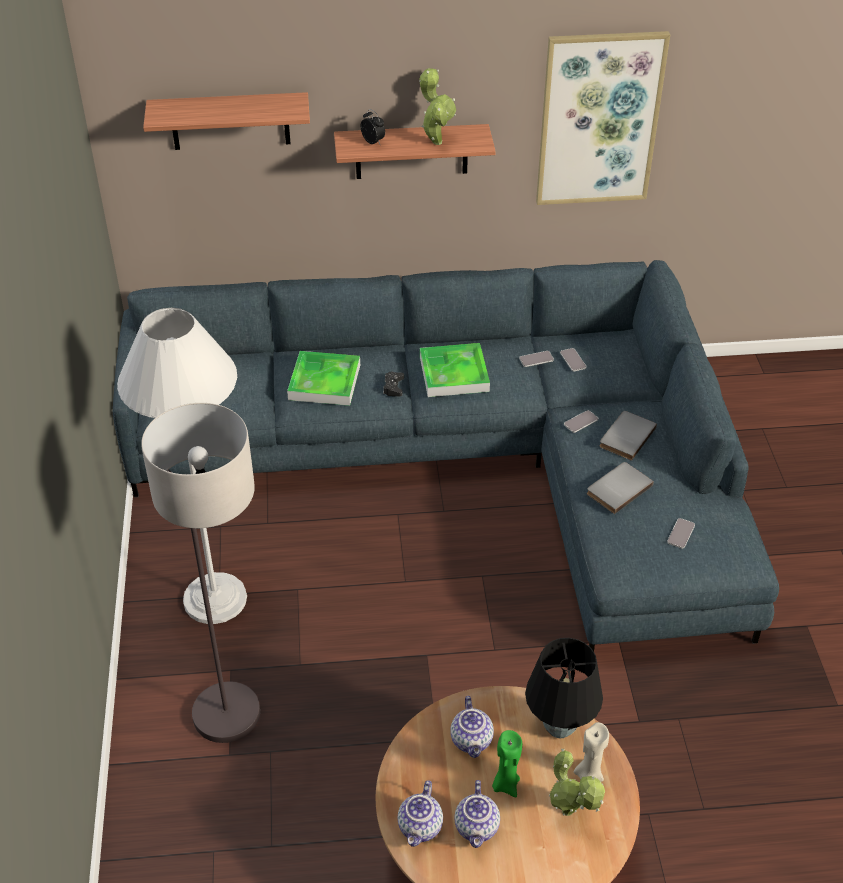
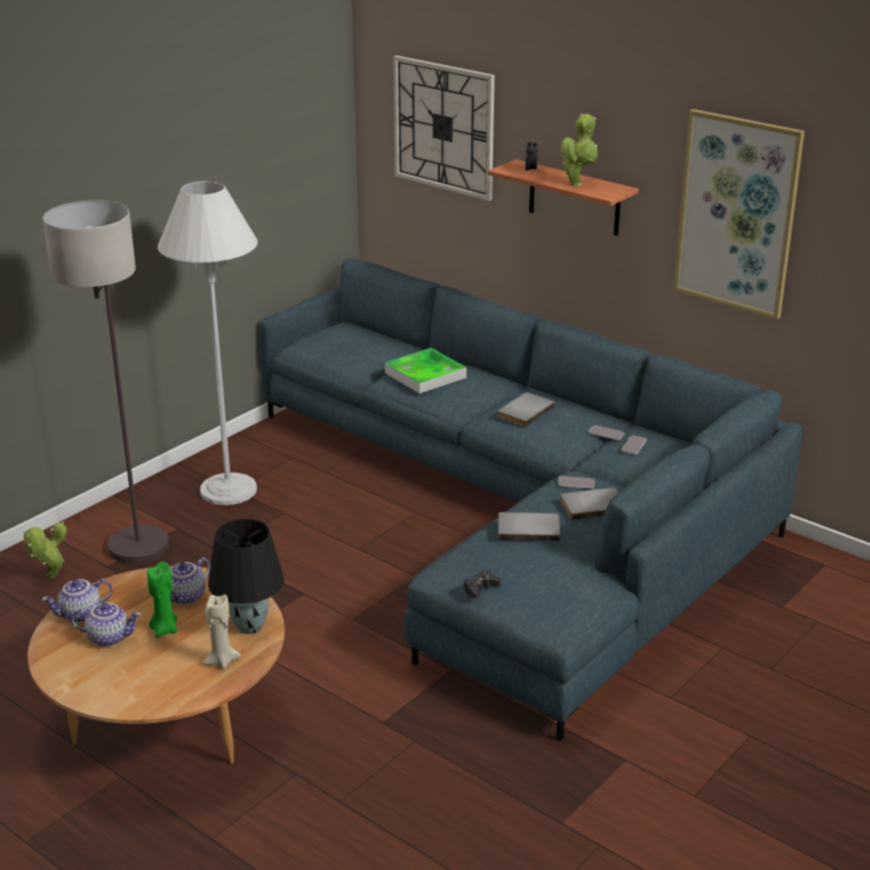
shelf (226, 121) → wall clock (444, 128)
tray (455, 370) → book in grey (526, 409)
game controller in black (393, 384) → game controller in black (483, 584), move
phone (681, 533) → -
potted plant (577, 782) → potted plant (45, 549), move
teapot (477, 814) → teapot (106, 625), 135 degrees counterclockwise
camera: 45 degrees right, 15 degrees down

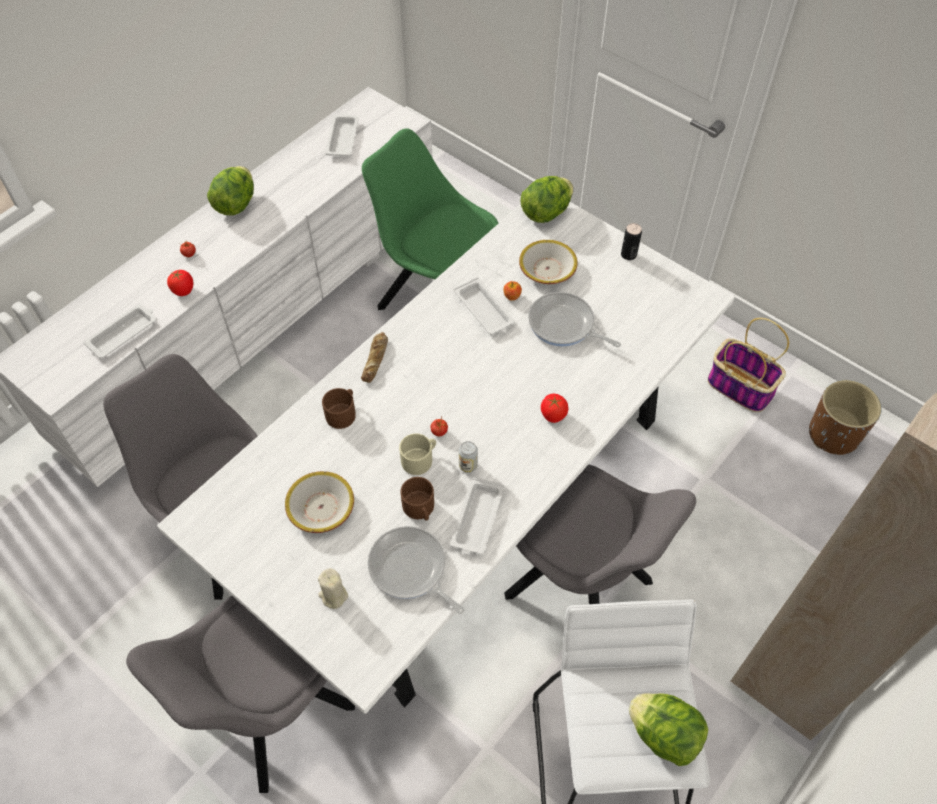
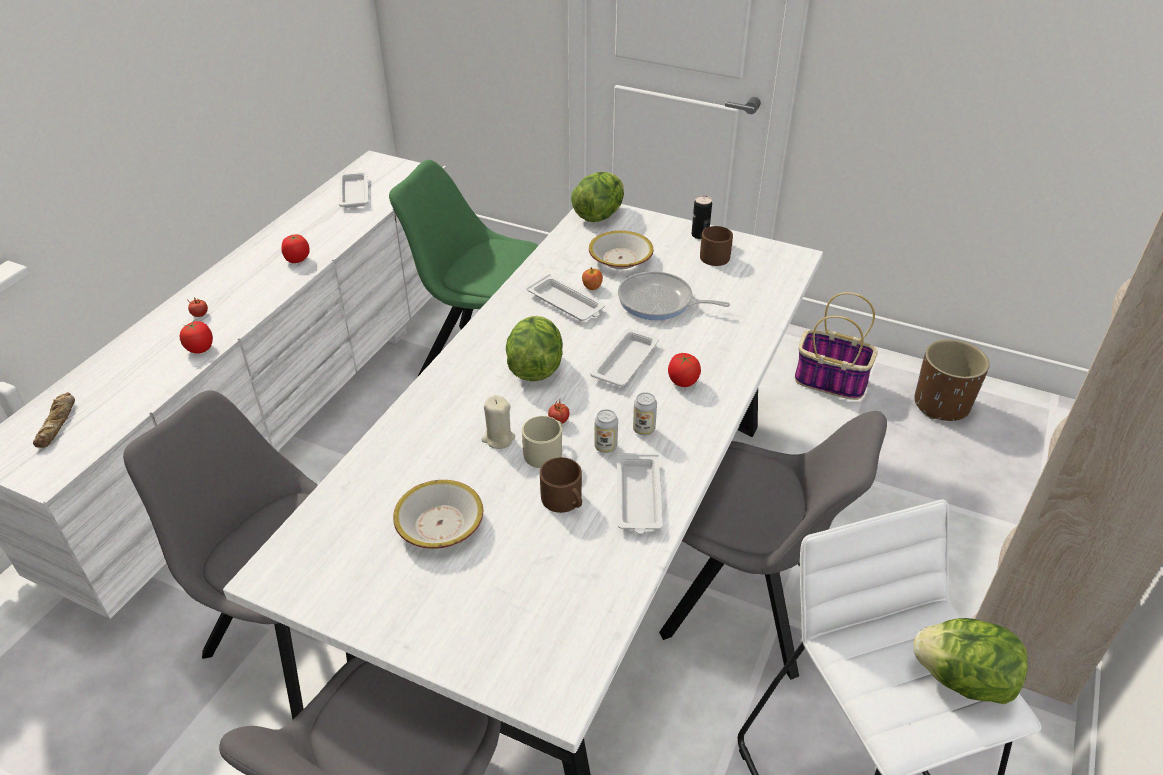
lettuce (230, 190) → lettuce (534, 348), move
tray in white (120, 331) → tray in white (624, 357), move
bread (374, 357) → bread (54, 420), move
mug in brown (339, 408) → mug in brown (716, 246), move
frying pan (416, 570) → -
candle in beige (333, 588) → candle in beige (498, 422), move
- → tomato (295, 248)
- → can (645, 413)
camera: 15 degrees left, 15 degrees down

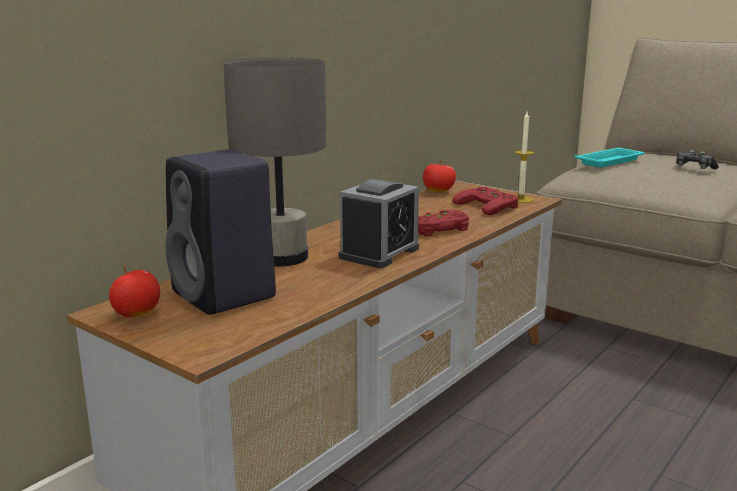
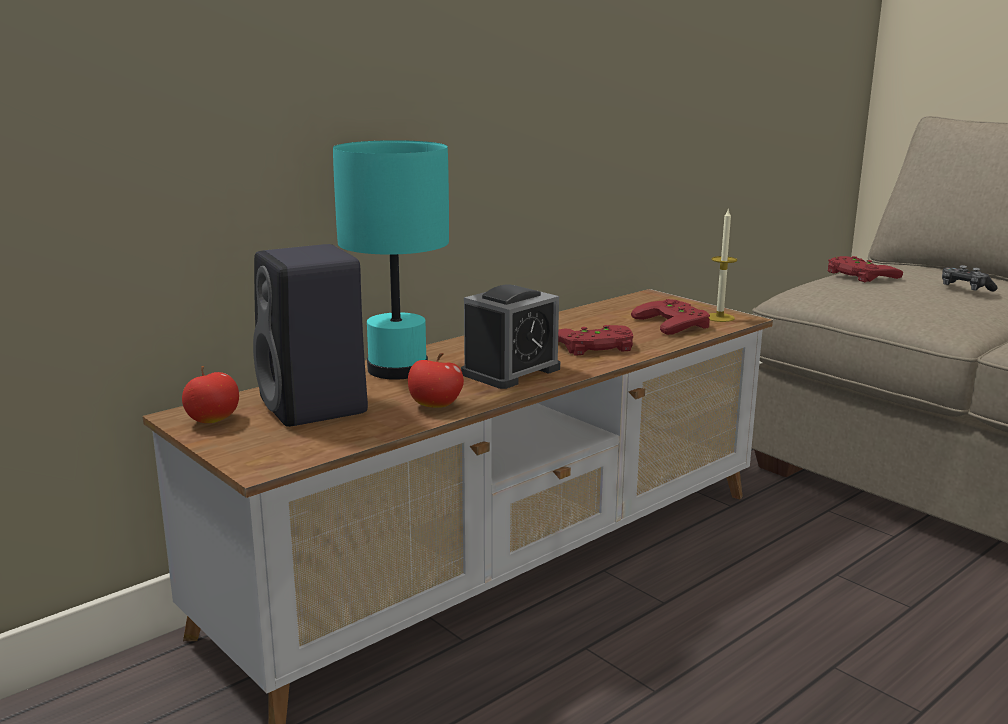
table lamp in grey (275, 162) → table lamp in turquoise (391, 260)
tray in turquoise (610, 158) → game controller in red (865, 269)
apple (439, 176) → apple (436, 380), move
camera: 10 degrees right, 0 degrees up

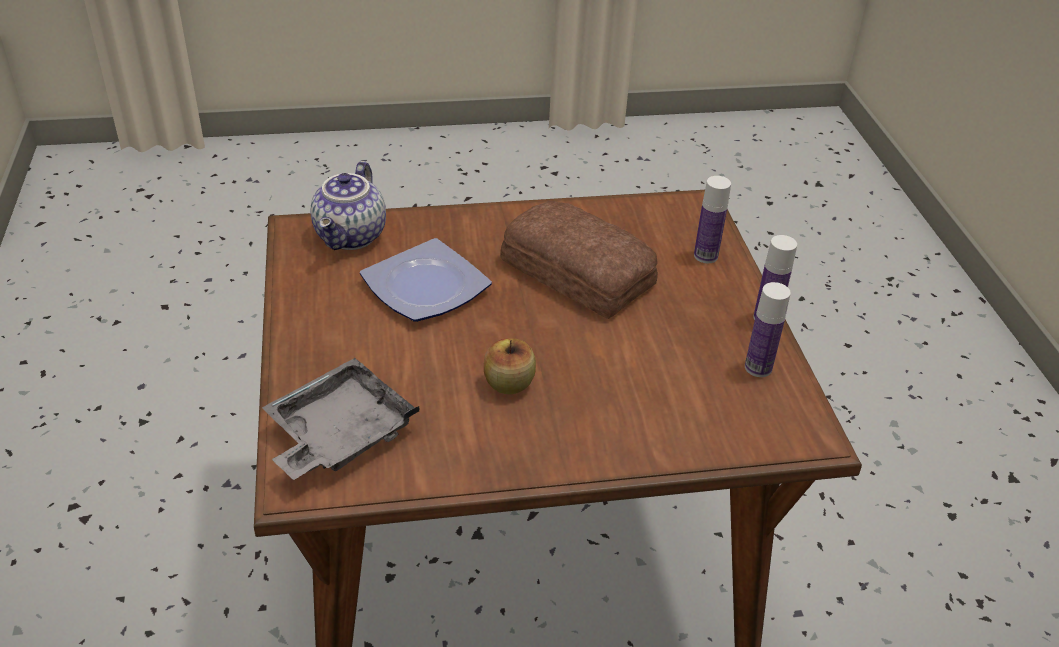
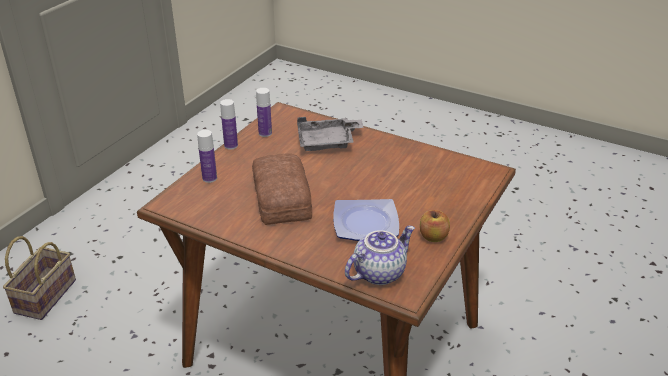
apple (510, 366) → apple (435, 226), move
tray in grey (340, 419) → tray in grey (330, 134), move
- → basket (39, 278)
camera: 140 degrees left, 5 degrees down

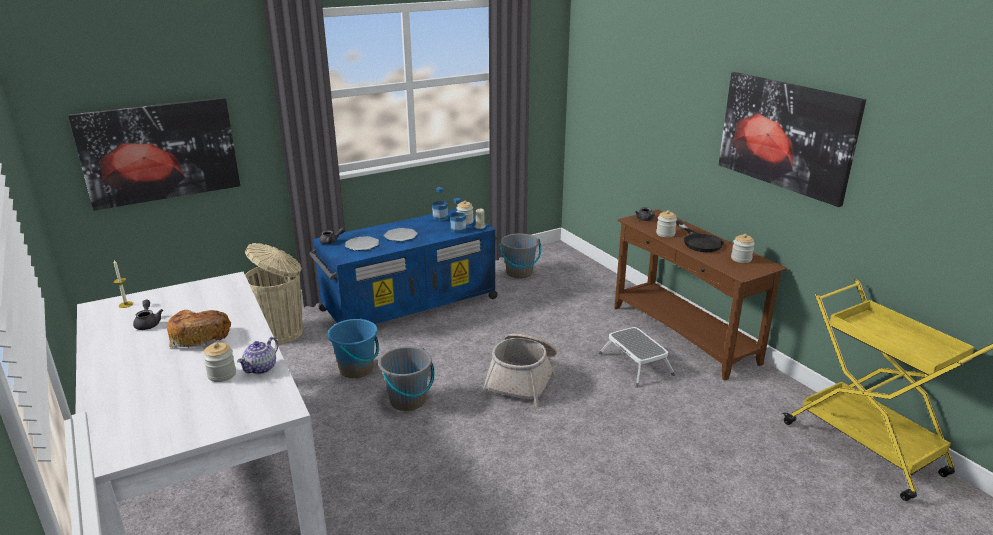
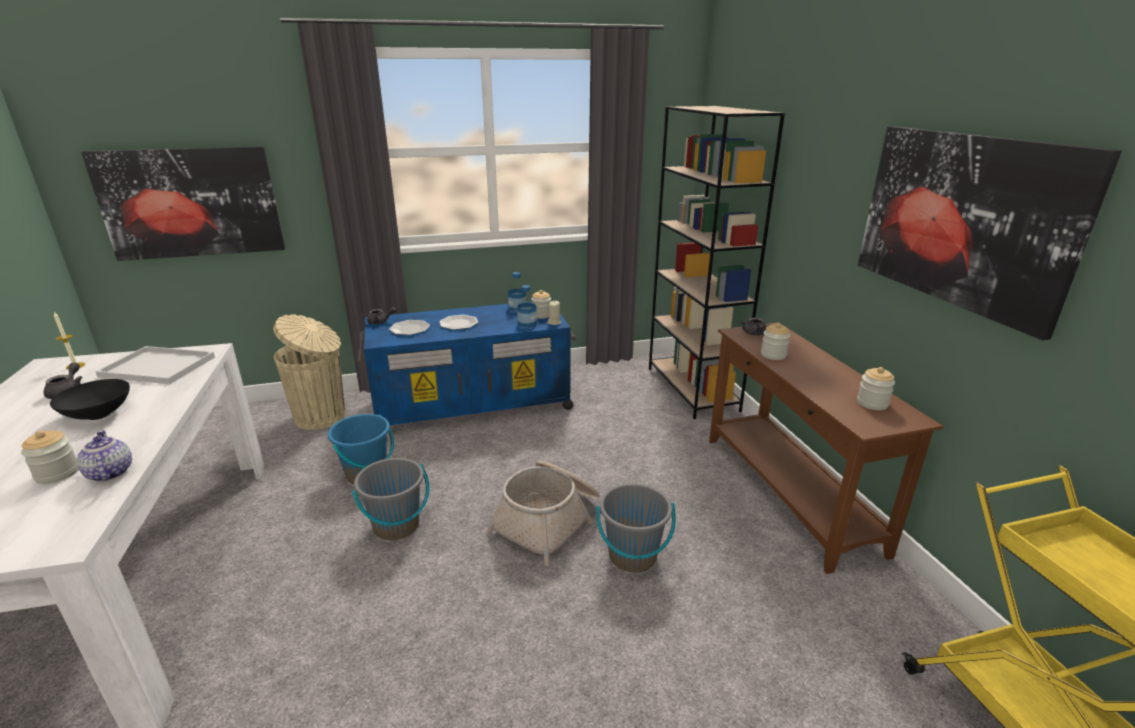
frying pan in black (700, 236) → -
bucket in grey (520, 255) → bucket in grey (636, 528), move
bread (199, 329) → bowl in black (90, 399)
step ladder in grey (636, 357) → -
teapot (257, 355) → teapot (104, 456), 105 degrees clockwise
- → bookcase in beige (717, 262)
- → tray in white (155, 365)
camera: 15 degrees right, 0 degrees up

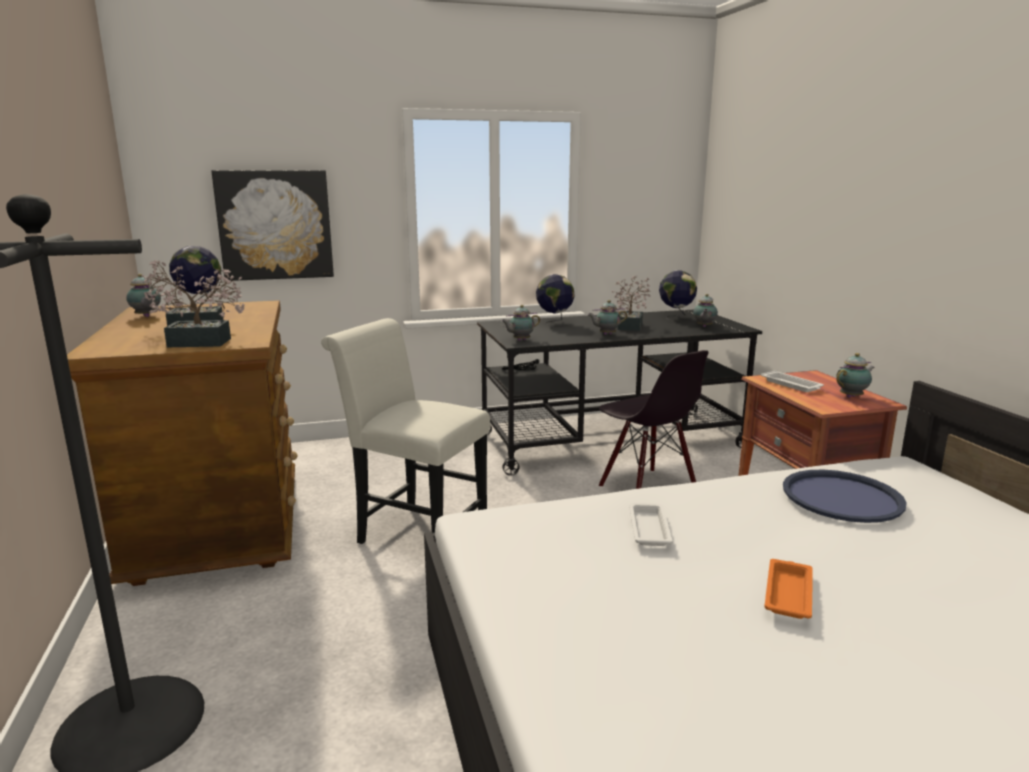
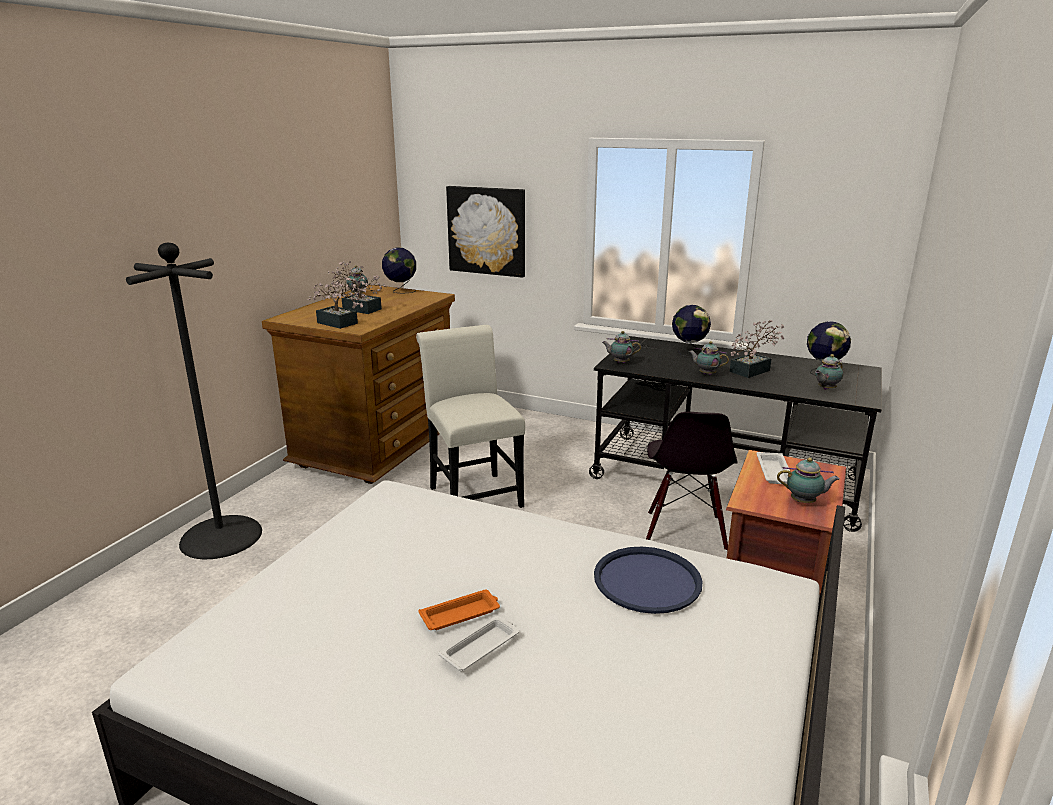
tray in white (651, 524) → tray in white (479, 643), move
camera: 40 degrees right, 5 degrees up

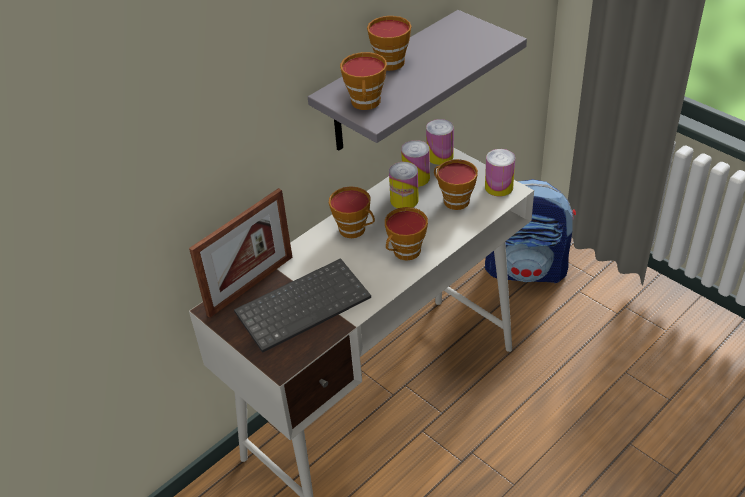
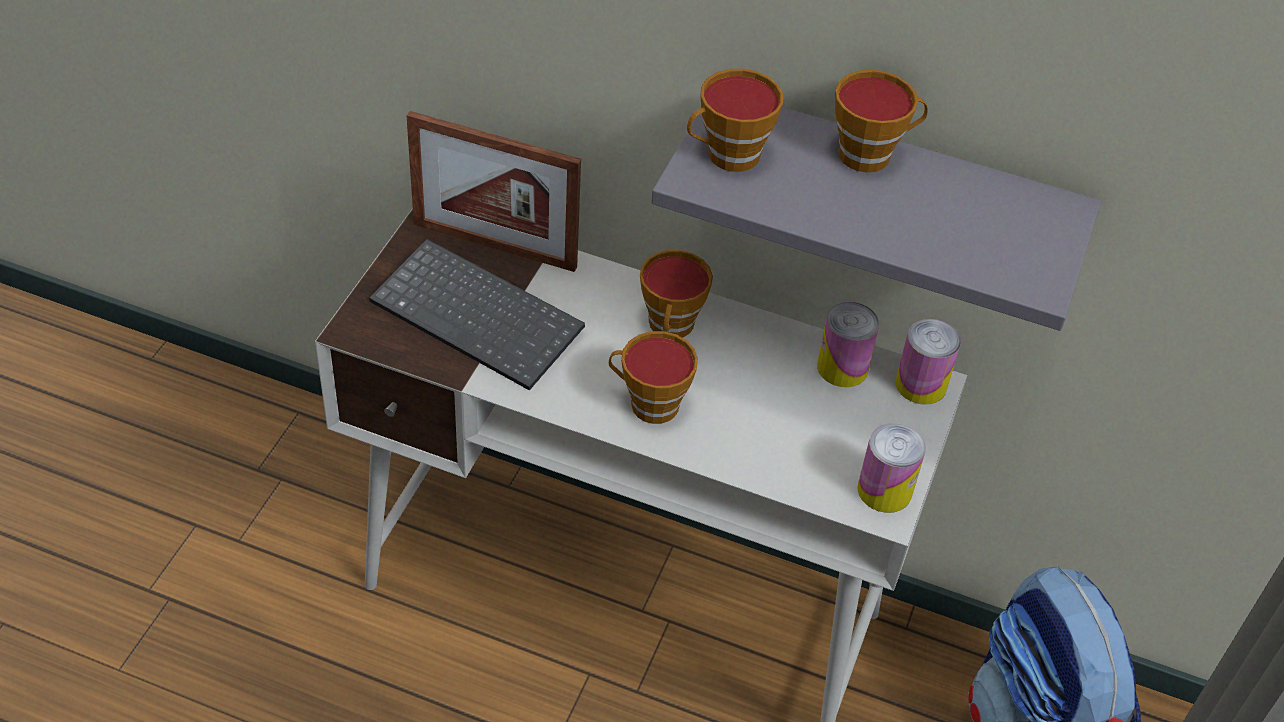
cup (456, 184) → -
can (404, 185) → -
camera: 60 degrees right, 5 degrees up

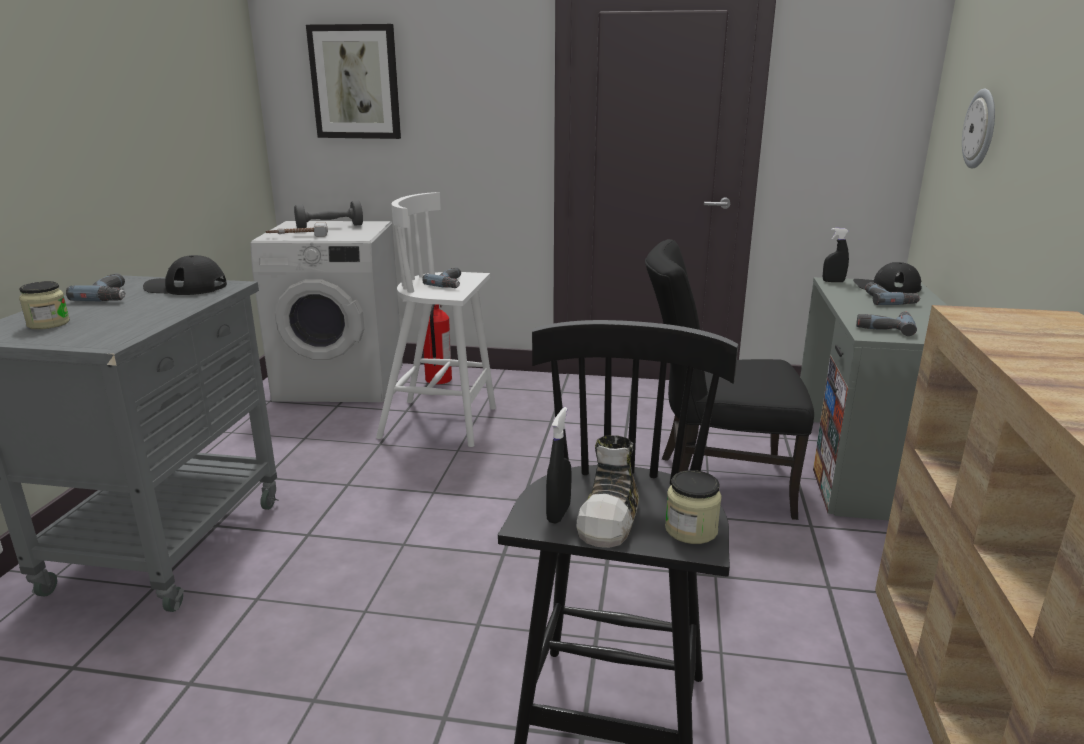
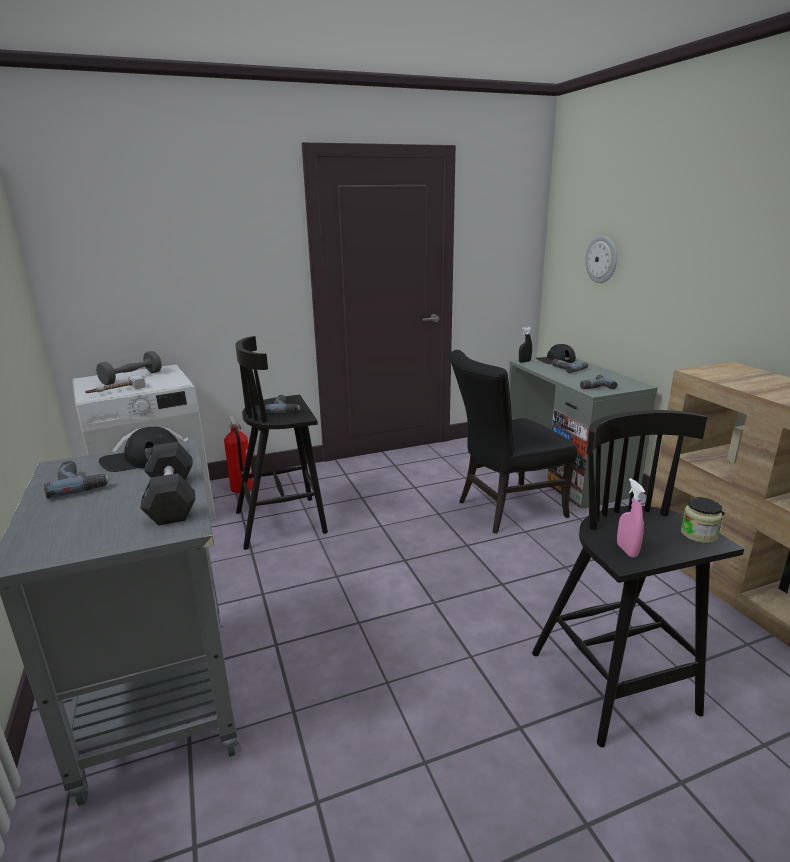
picture (353, 81) → -
stool in white (436, 319) → stool in black (281, 443)
jar (44, 305) → -
spray bottle in black (558, 465) → spray bottle in pink (631, 518)
shoe (608, 491) → -
- → dumbbell in black (167, 483)
camera: 30 degrees left, 0 degrees up

